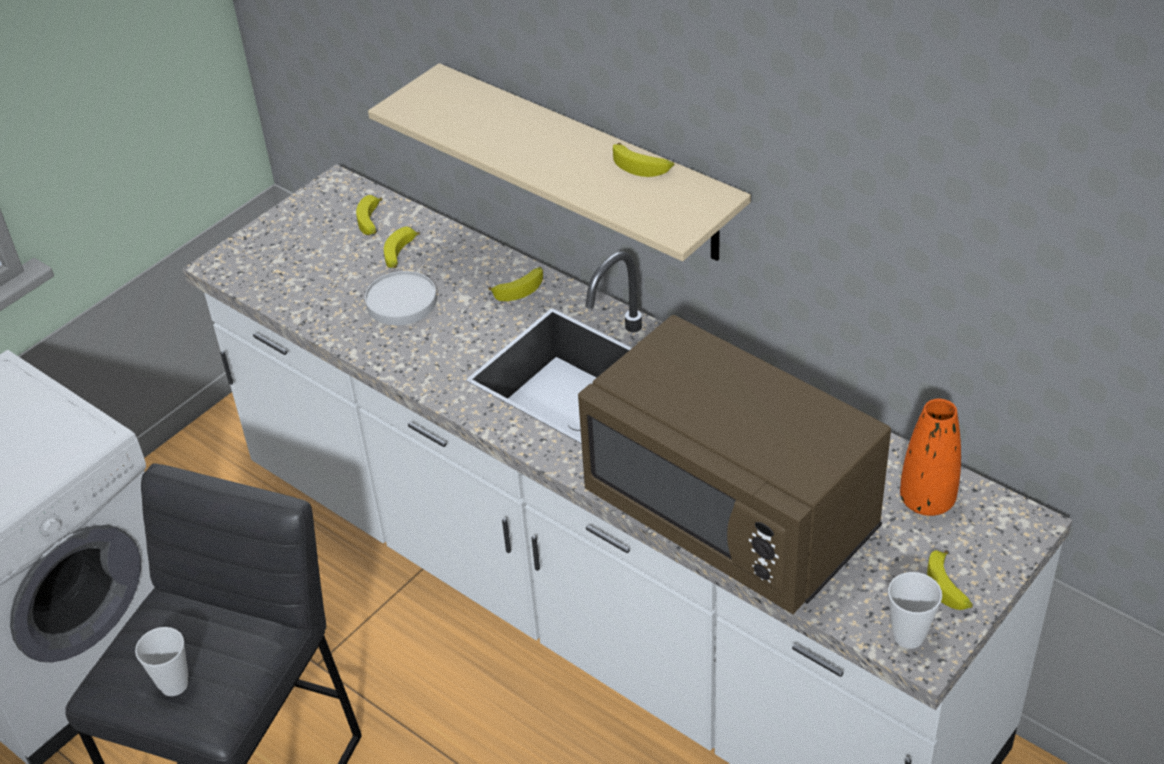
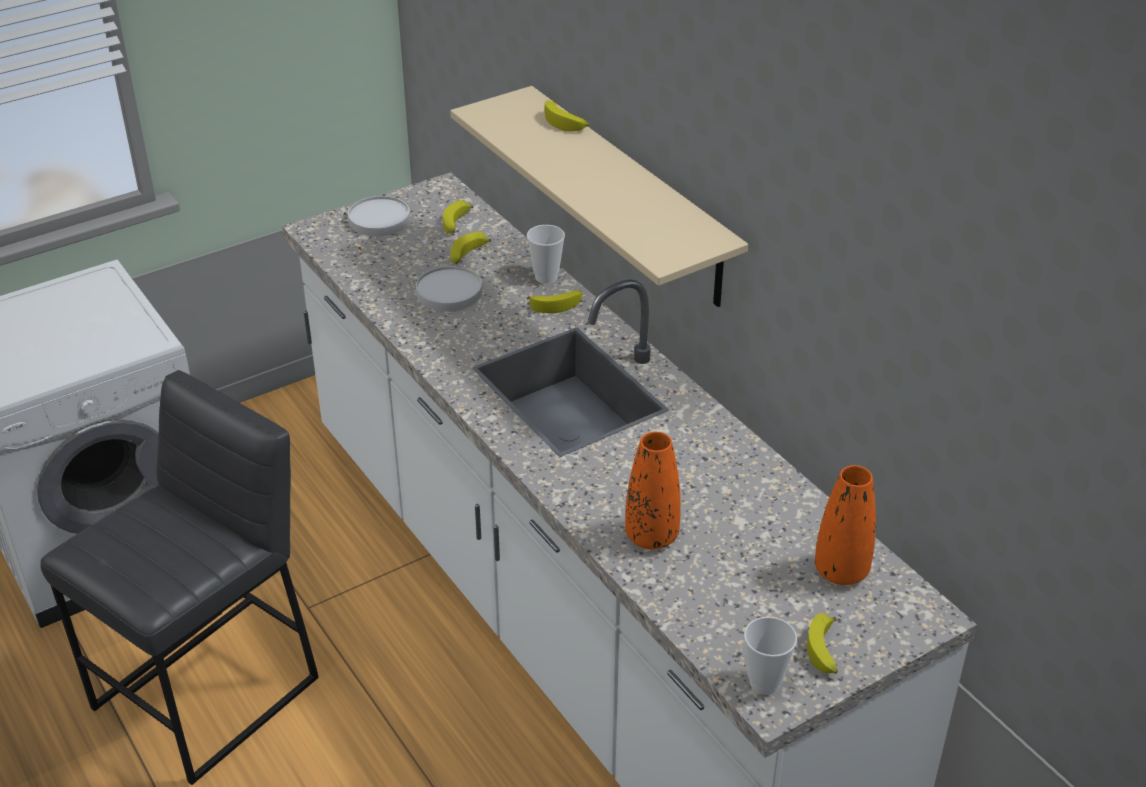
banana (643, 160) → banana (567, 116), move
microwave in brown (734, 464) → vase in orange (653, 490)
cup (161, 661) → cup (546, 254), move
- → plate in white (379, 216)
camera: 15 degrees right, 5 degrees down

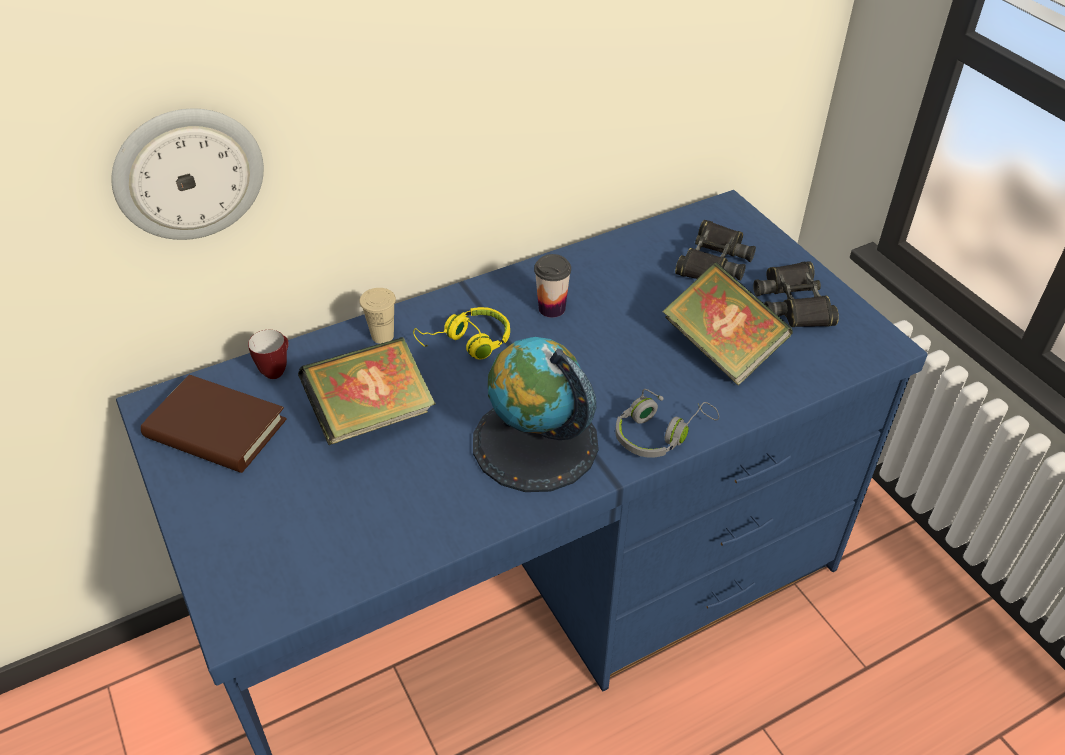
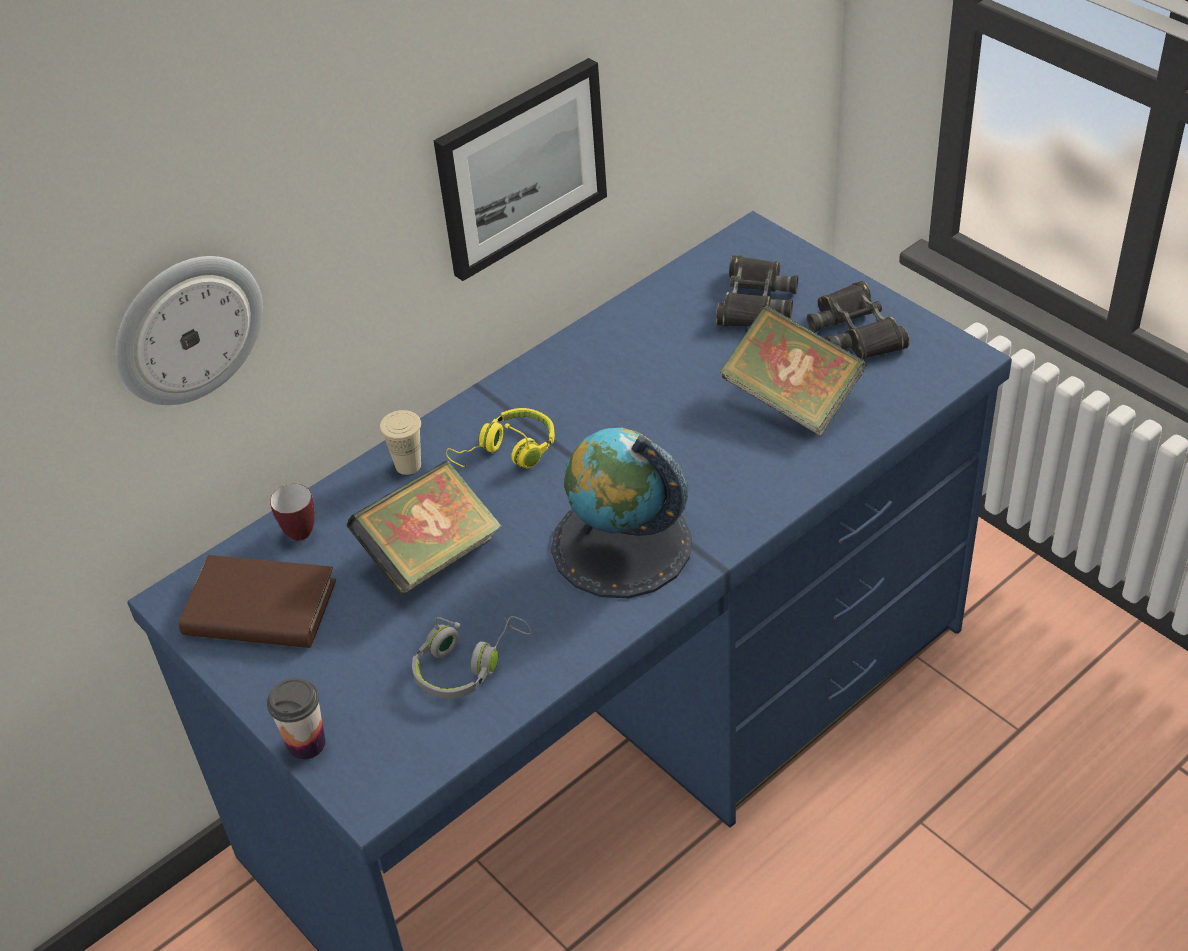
cup (552, 286) → cup (296, 719), move
headphones in grey (667, 423) → headphones in grey (472, 657), move
- → picture (520, 169)
camera: 10 degrees left, 0 degrees up

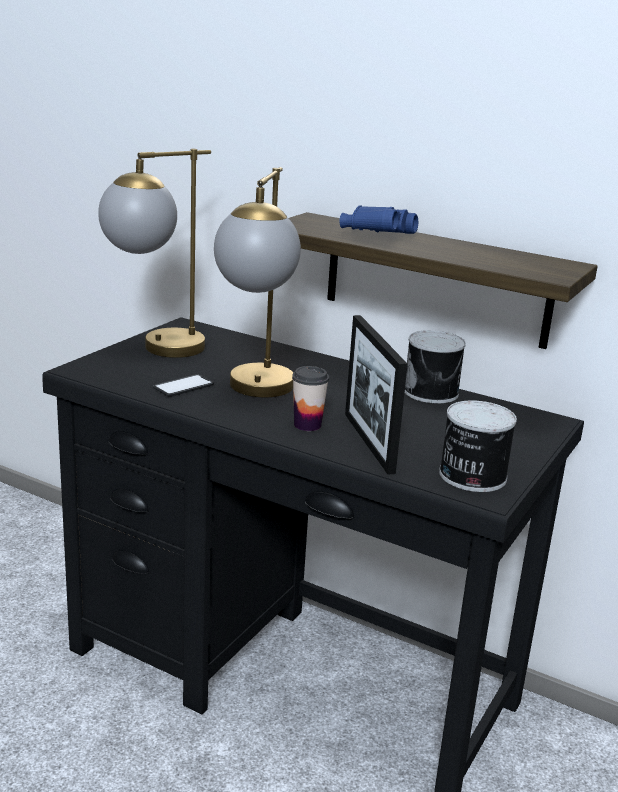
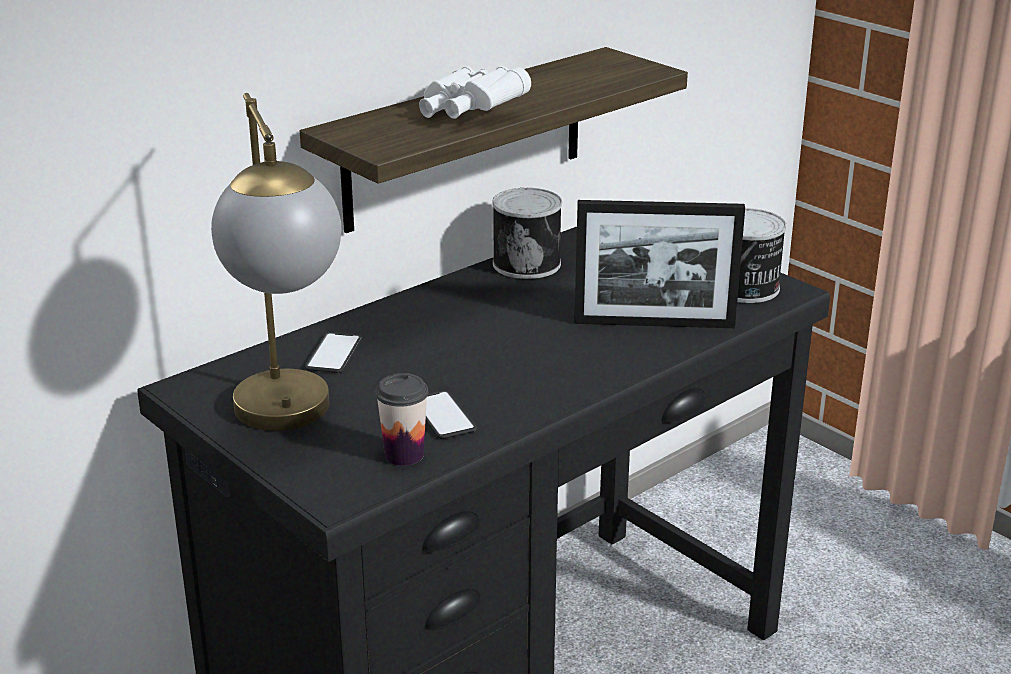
table lamp (257, 282) → -
binoculars in blue (378, 220) → binoculars in white (475, 92)
cup (310, 398) → cup (401, 419), move
- → phone (333, 352)
camera: 70 degrees left, 5 degrees up

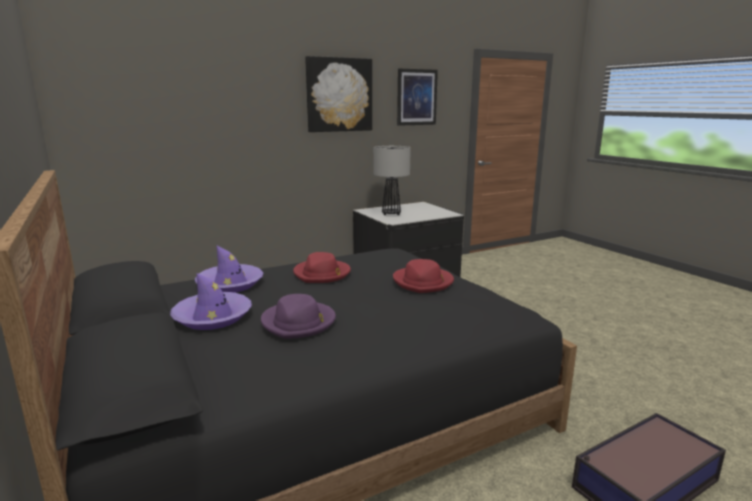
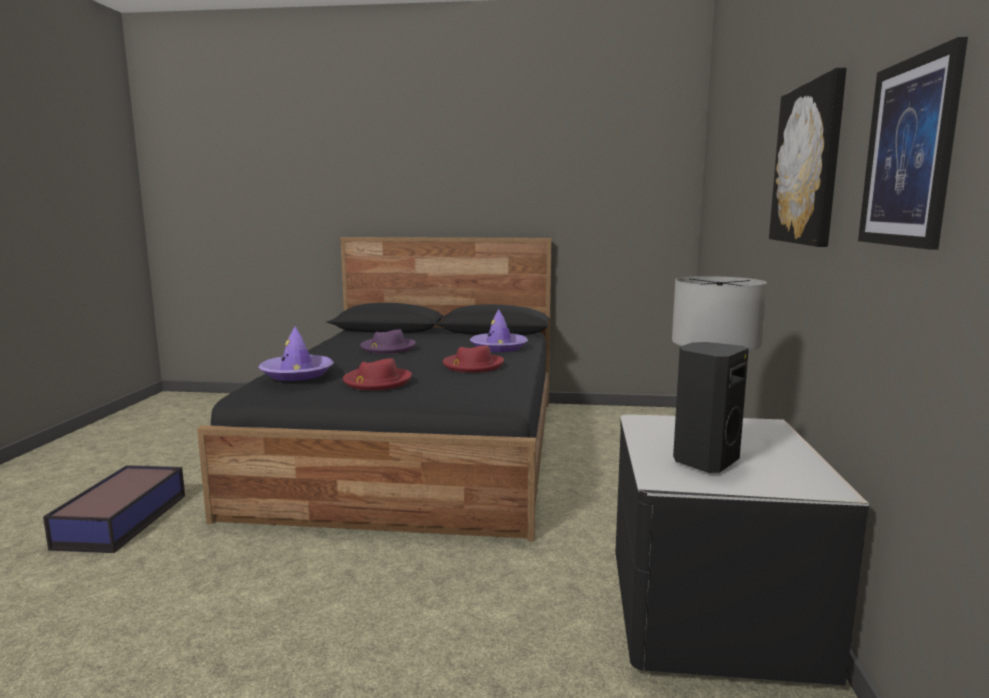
hat in purple (211, 301) → hat in purple (295, 353), move
- → speaker in black (711, 407)
camera: 125 degrees right, 5 degrees down

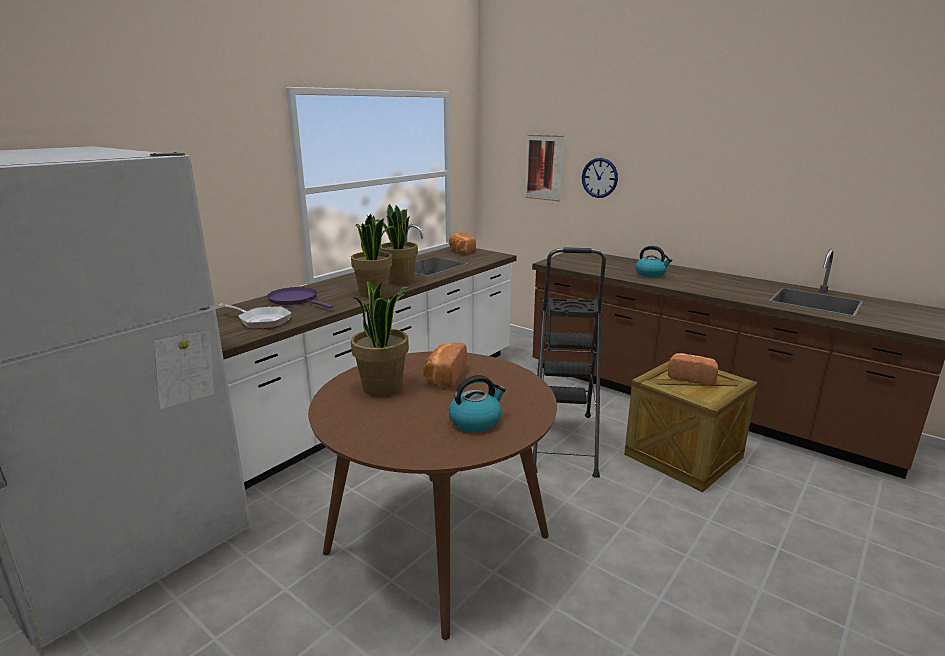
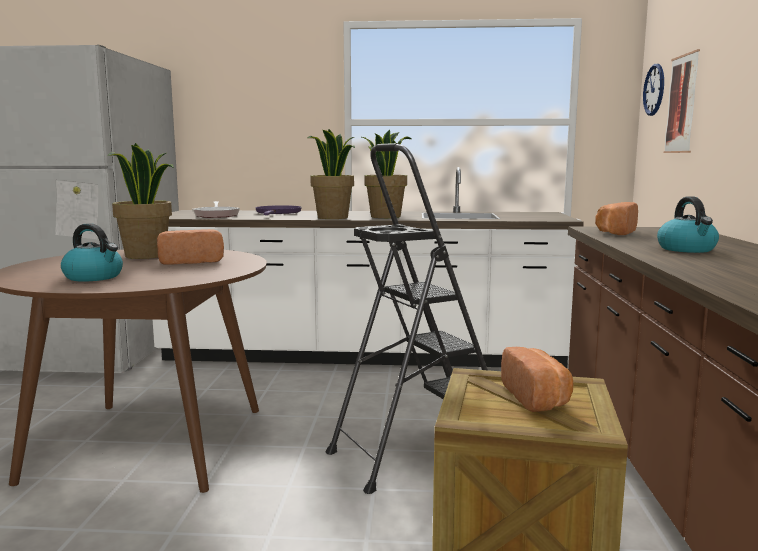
wall clock (600, 178) → wall clock (653, 90), move
bread (462, 243) → bread (616, 218), move
camera: 55 degrees right, 10 degrees down

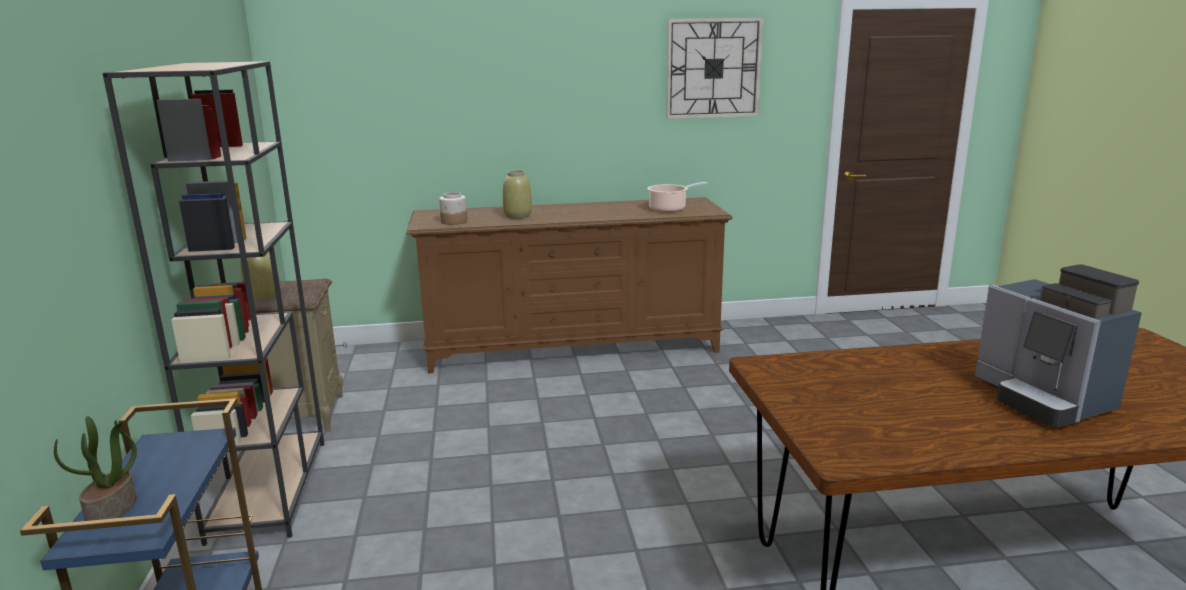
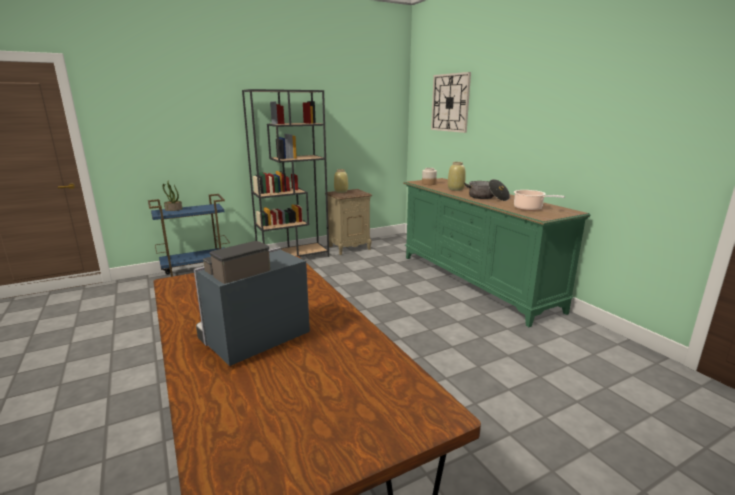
wall clock (714, 68) → wall clock (451, 102), move
cabinet in brown (569, 285) → cabinet in green (497, 252)
- → cooking pot (487, 190)
camera: 70 degrees right, 0 degrees up

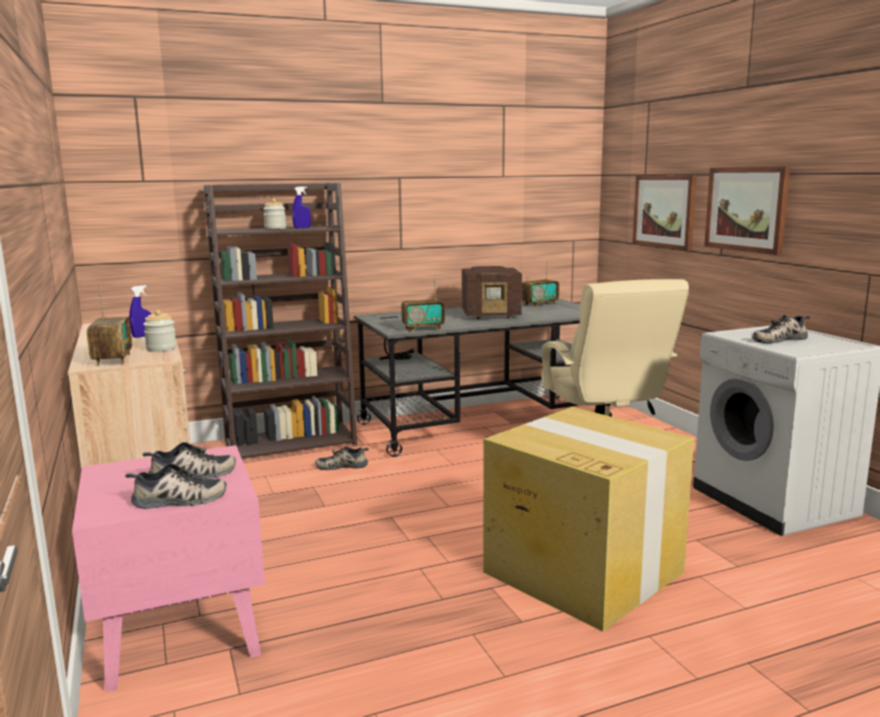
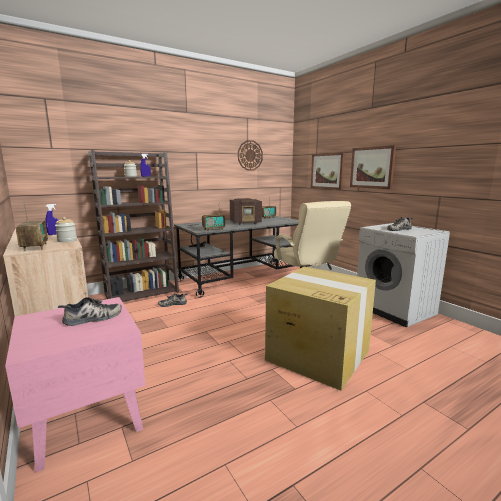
shoe (176, 486) → -
- → wall clock (250, 155)
camera: 10 degrees left, 0 degrees up

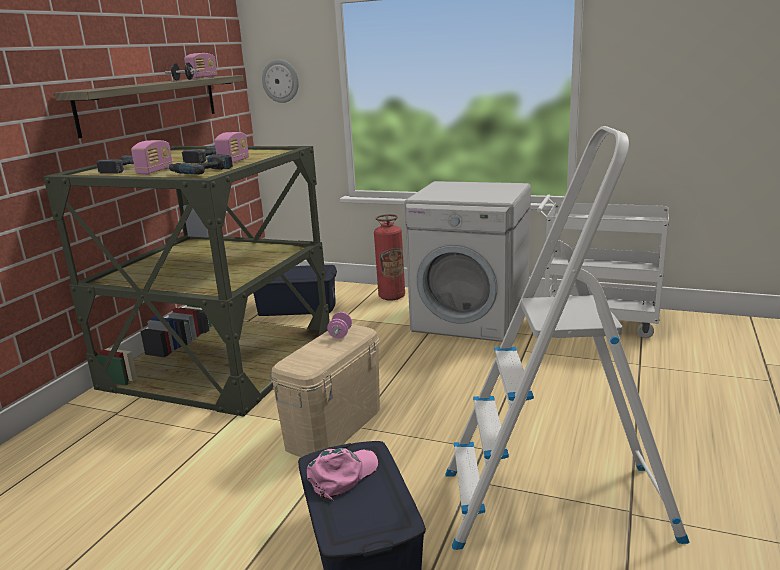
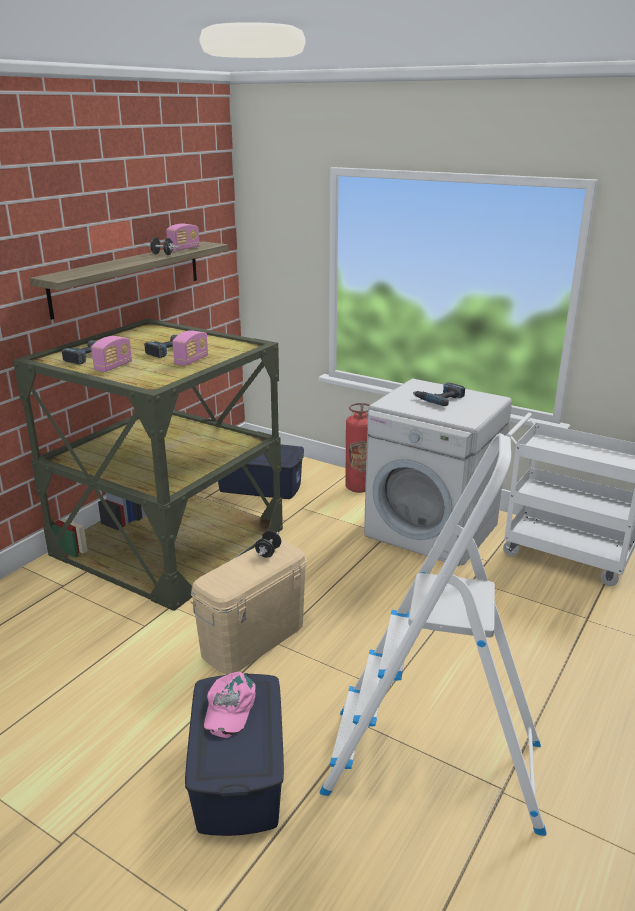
wall clock (280, 81) → -
power drill (200, 164) → power drill (439, 394), move
dumbbell in pink (339, 325) → dumbbell in black (268, 544)
cap in pink (342, 475) → cap in pink (230, 705), 135 degrees clockwise
camera: 10 degrees right, 5 degrees up

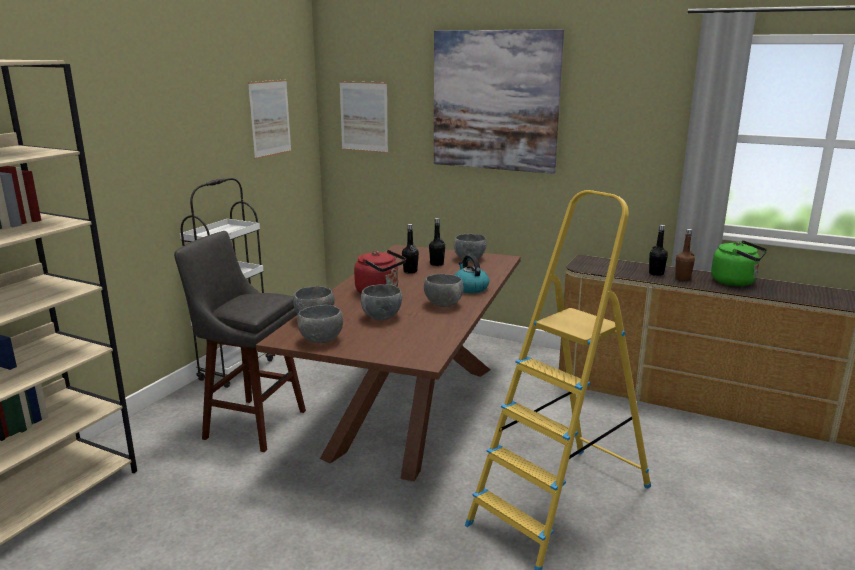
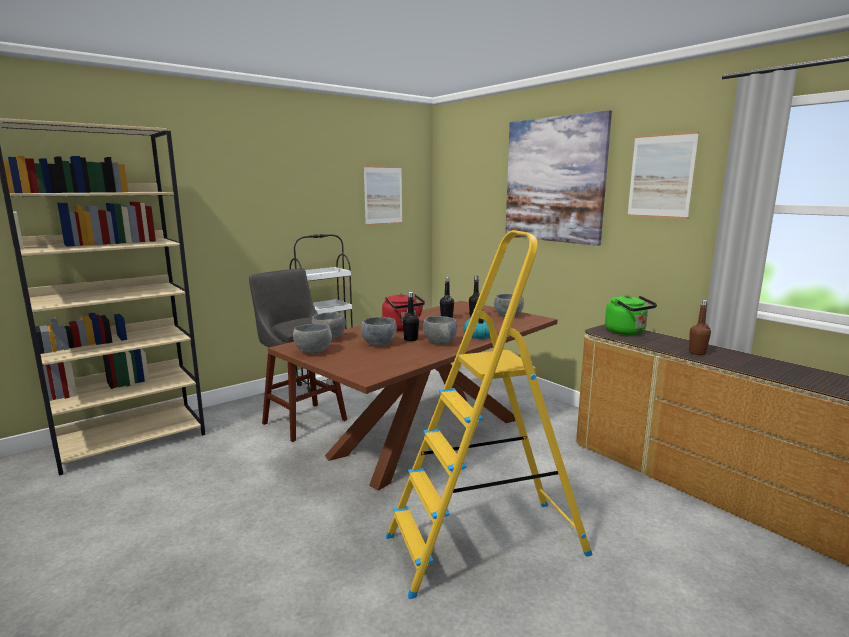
picture (363, 117) → picture (663, 175), move
bottle in black (658, 250) → bottle in black (410, 316), move
kettle in green (739, 263) → kettle in green (631, 315), move
camera: 25 degrees right, 5 degrees down

